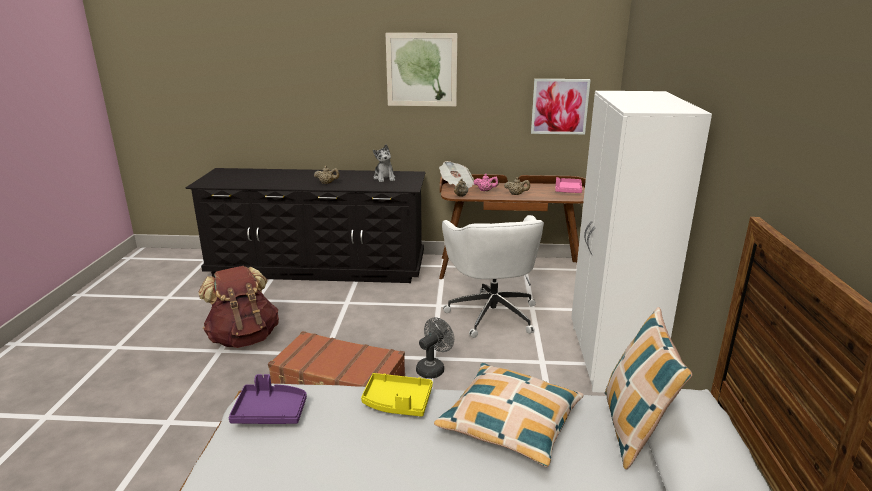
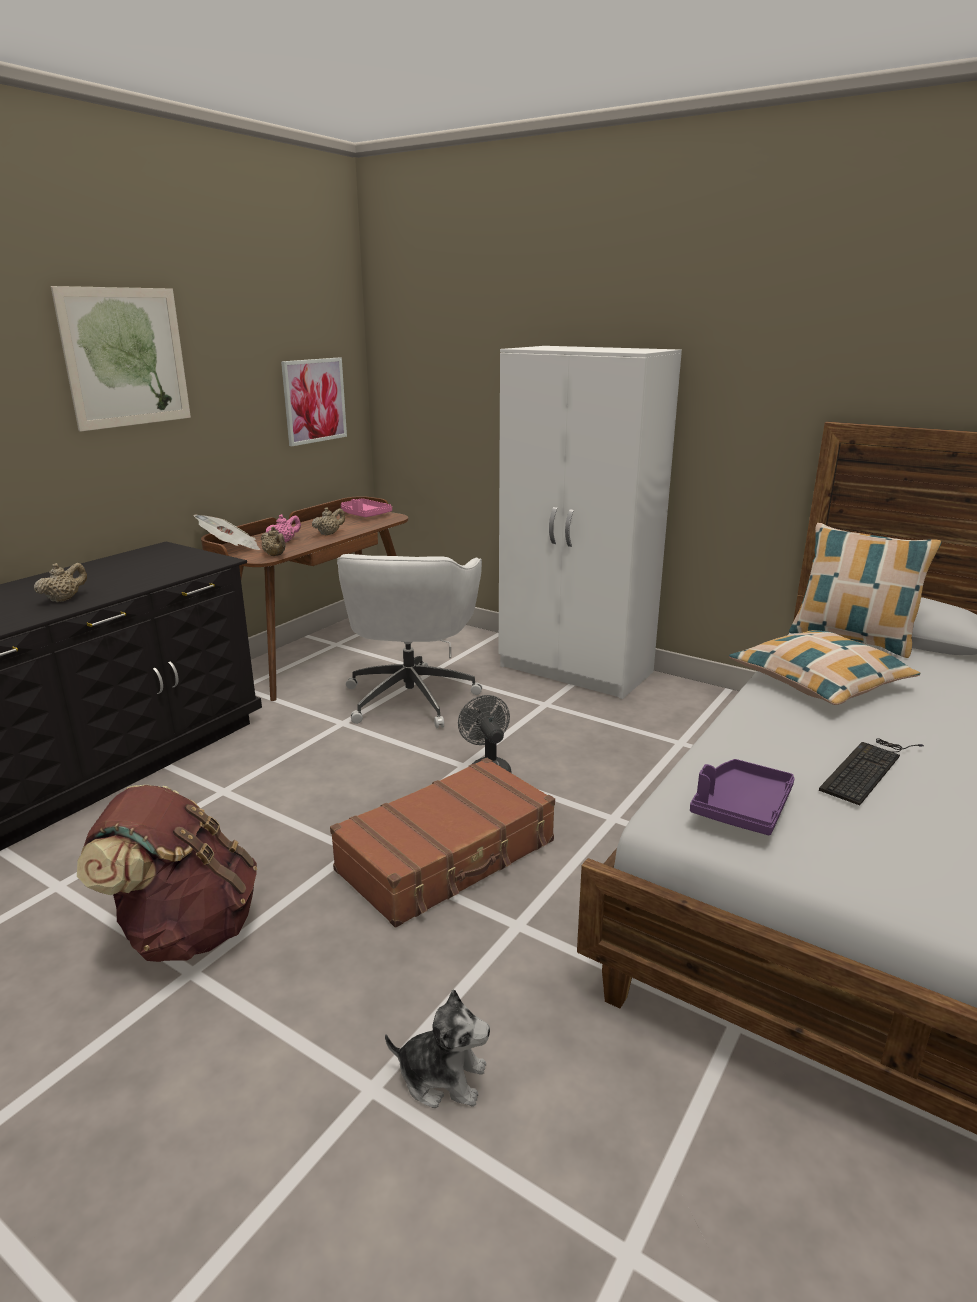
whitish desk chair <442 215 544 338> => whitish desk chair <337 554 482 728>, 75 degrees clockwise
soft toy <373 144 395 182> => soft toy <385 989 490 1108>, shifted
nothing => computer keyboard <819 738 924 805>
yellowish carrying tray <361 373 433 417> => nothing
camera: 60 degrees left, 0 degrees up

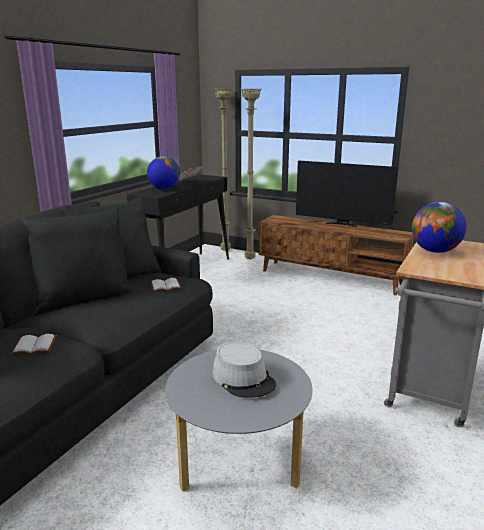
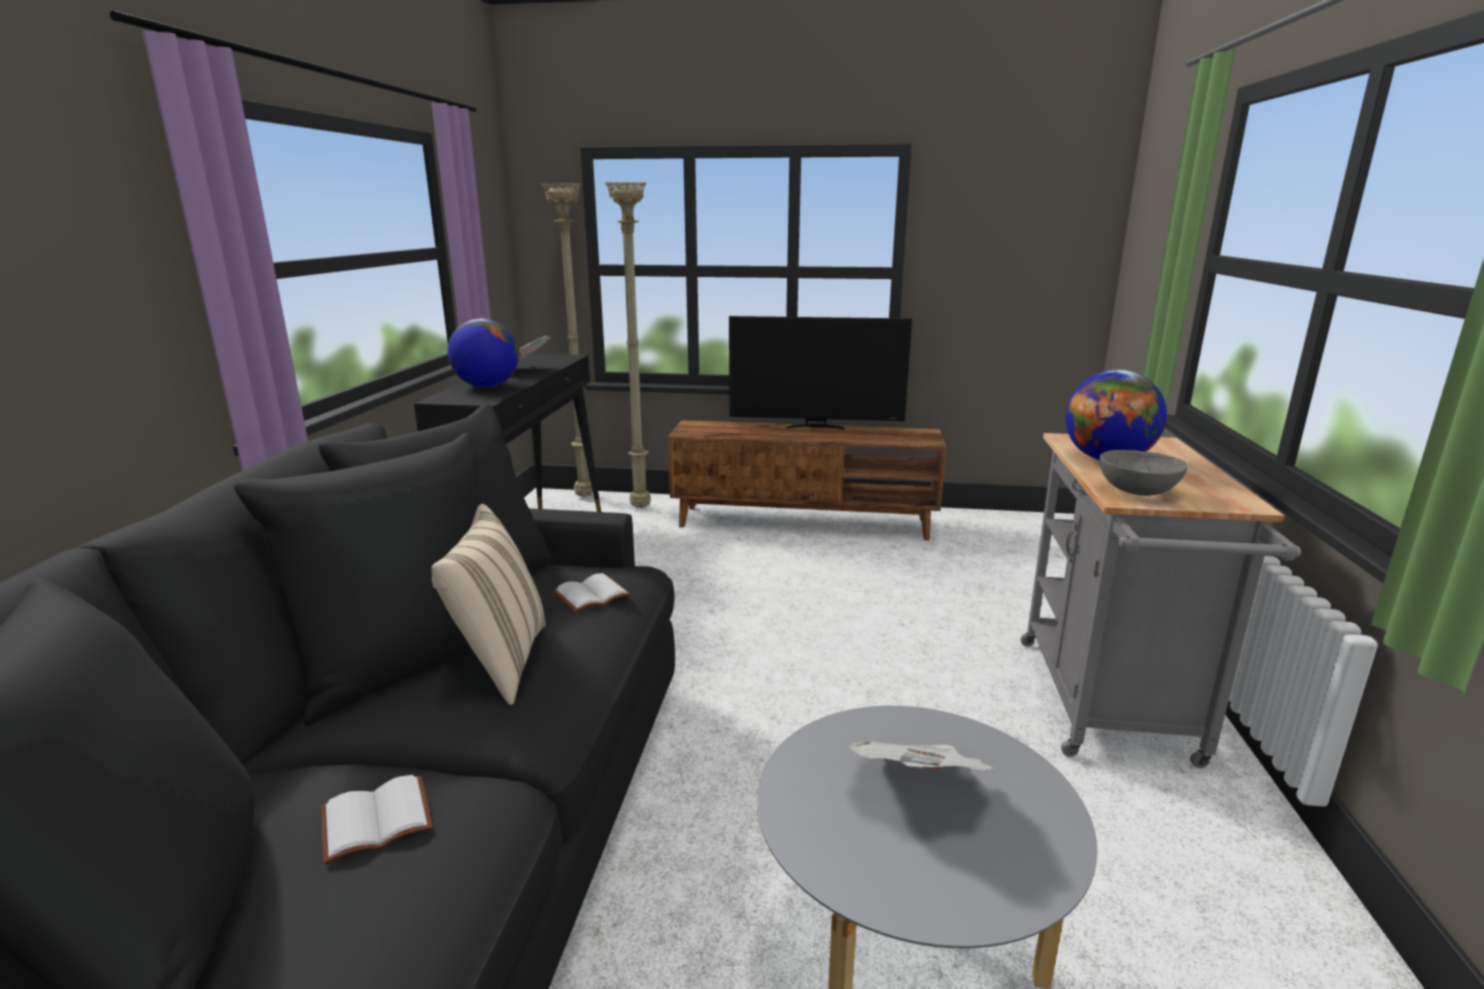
nothing => beige-coloured pillow <431 504 546 705>
gray clothing hat <213 342 276 398> => newspaper <849 741 994 771>
nothing => gray serving bowl <1099 450 1187 496>
camera: 20 degrees left, 0 degrees up

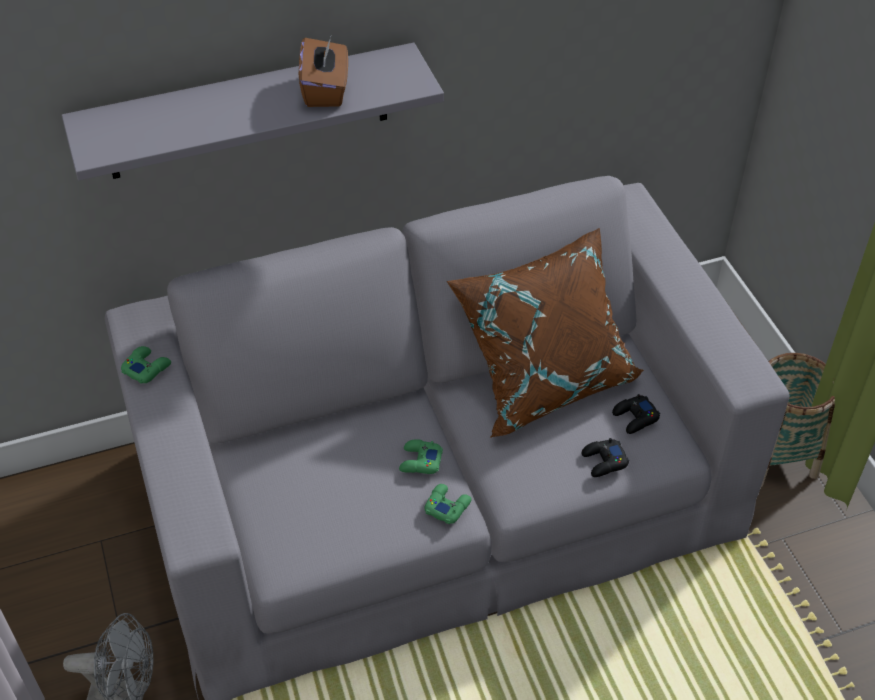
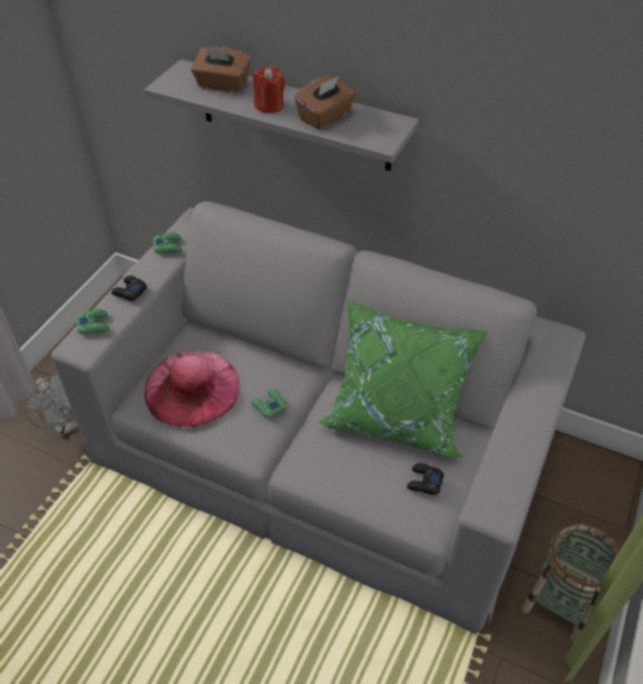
greenish joypad <424 484 472 524> => greenish joypad <76 309 110 335>, shifted
black joypad <582 438 629 477> => black joypad <111 275 147 301>, shifted
nothing => pinkish clothing hat <145 351 240 428>
nothing => brown-coloured tissue box <191 47 251 93>
nothing => red-coloured wax light <253 66 285 113>
brown-coloured pillow <447 228 644 437> => greenish pillow <319 298 487 458>
camera: 45 degrees right, 0 degrees up

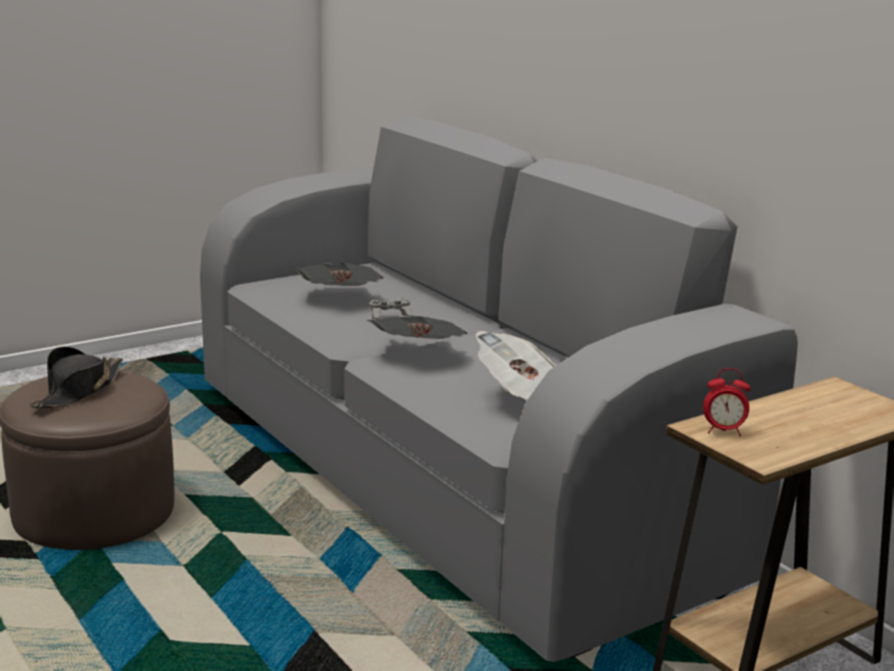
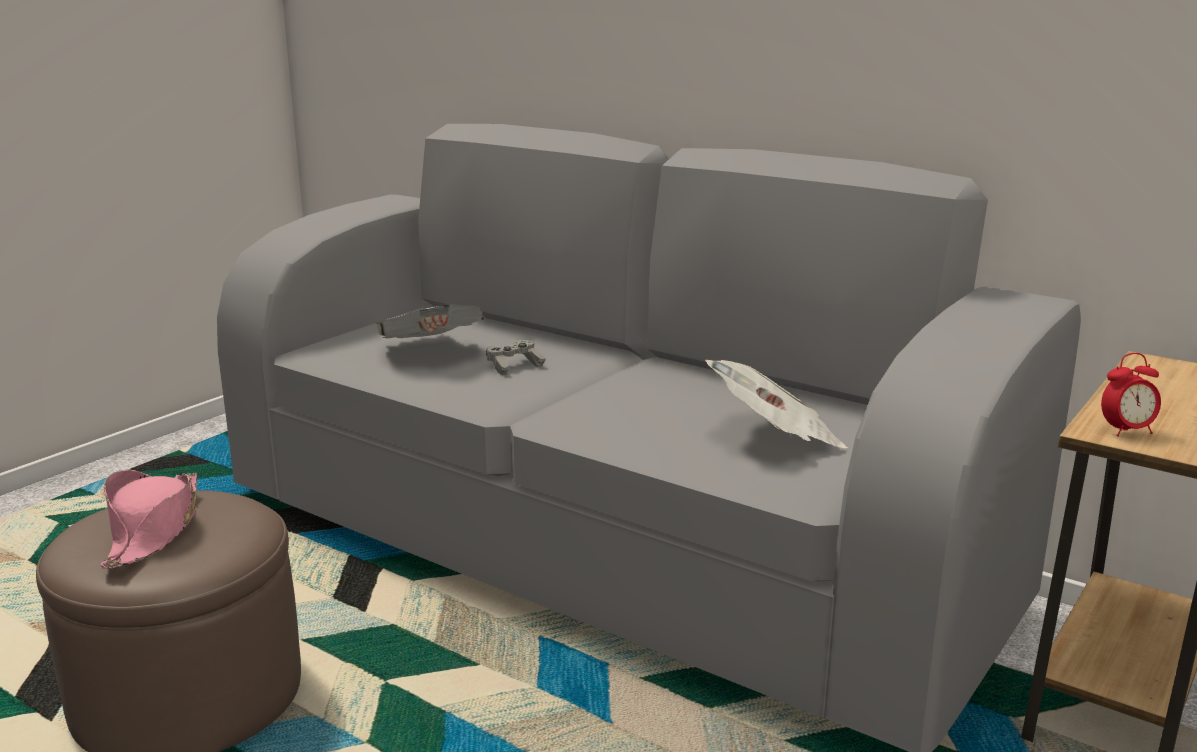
black clothing hat <29 347 123 408> => pinkish clothing hat <101 470 197 569>
newspaper <367 316 467 339> => nothing
camera: 20 degrees left, 0 degrees up

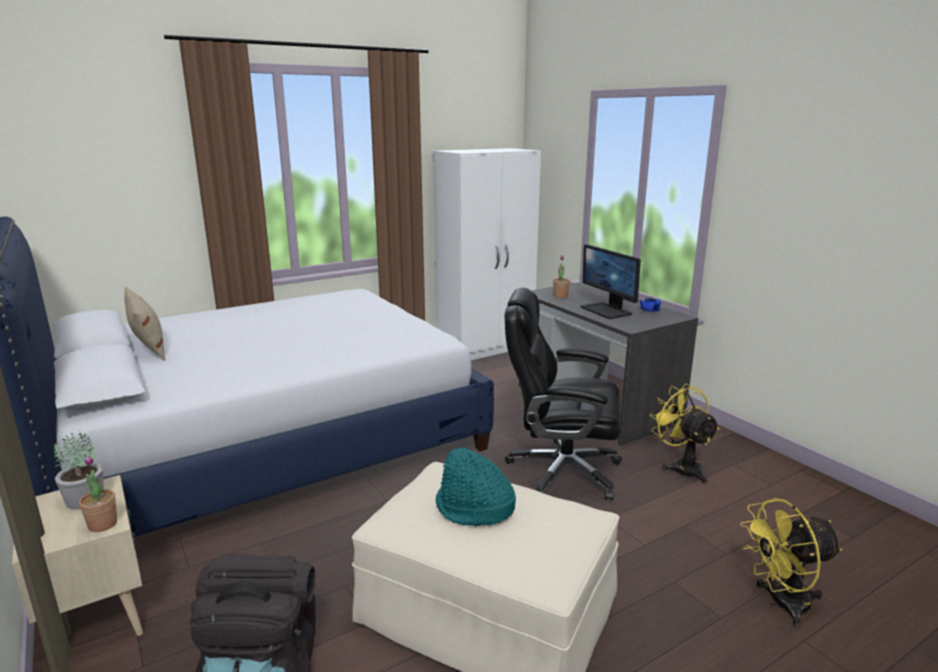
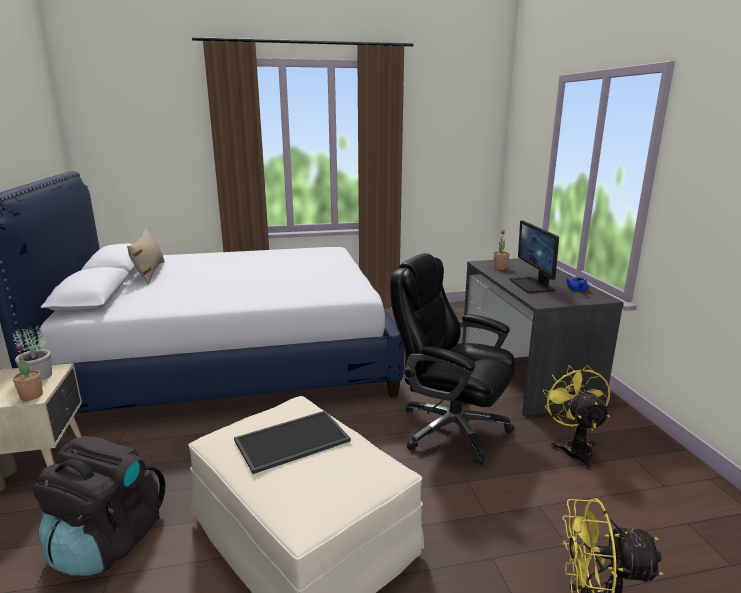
turquoise clothing hat <436 447 516 526> => carrying tray <234 411 351 474>
whitish clothes cupboard <433 148 541 360> => nothing
camera: 20 degrees right, 0 degrees up

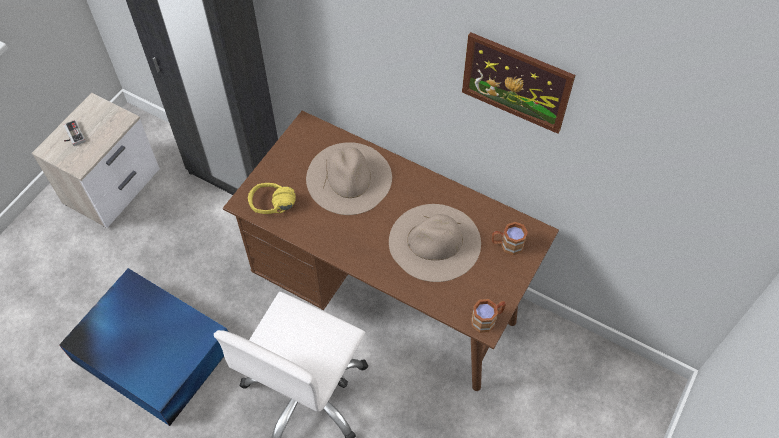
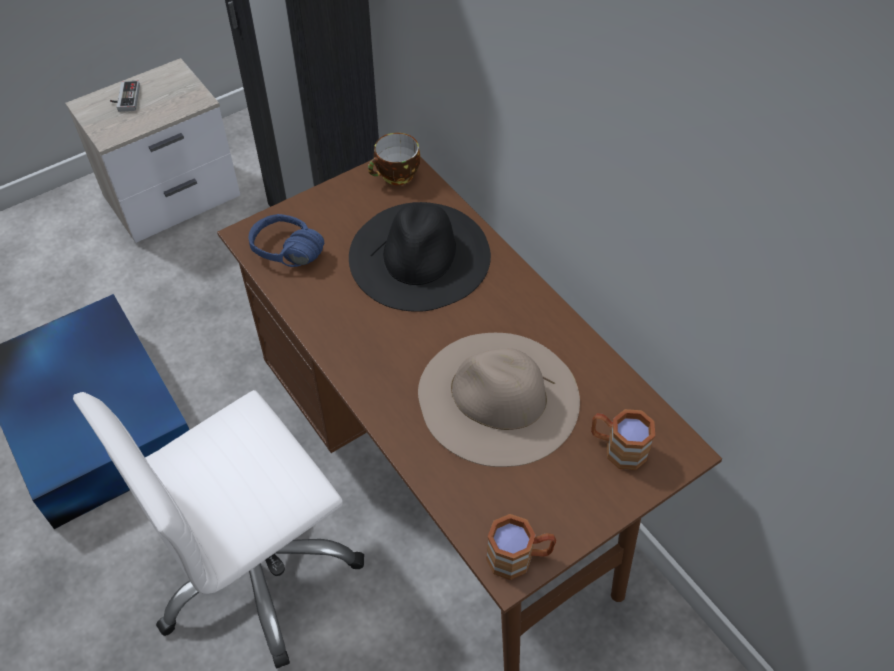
yellowish pair of headphones <248 183 296 214> => bluish pair of headphones <249 214 324 267>
beige-coloured clothing hat <306 142 392 215> => black clothing hat <349 202 491 312>
nothing => cup <368 133 420 185>
wall art <462 32 575 134> => nothing
camera: 25 degrees right, 5 degrees down

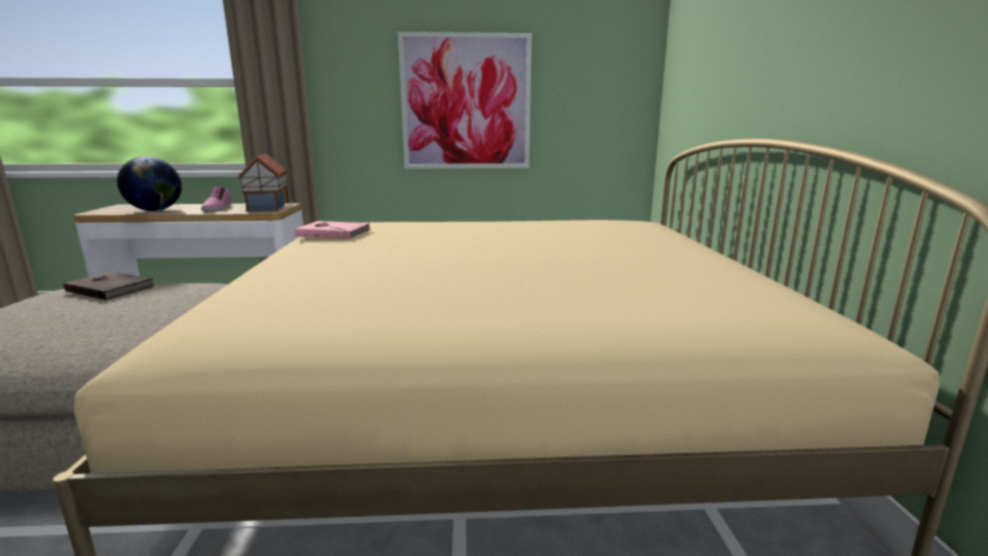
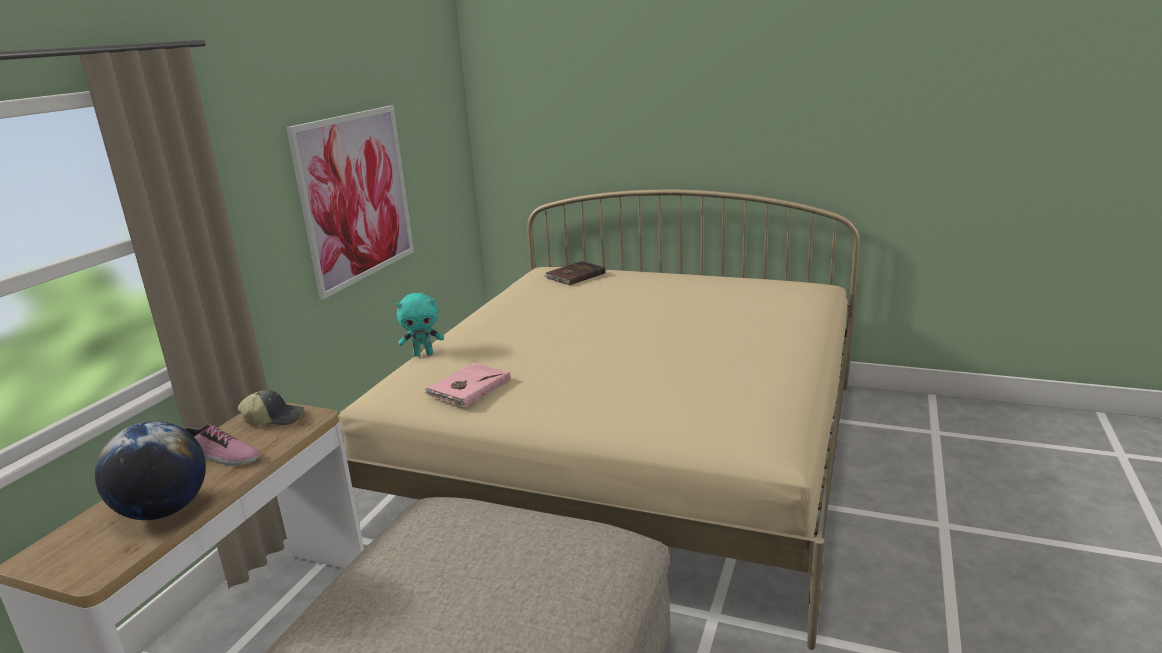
miniature house <237 154 289 212> => baseball cap <238 390 304 425>
nothing => turquoise soft toy <396 293 444 356>
brown-coloured book <64 271 154 300> => brown-coloured book <544 261 605 285>, shifted
camera: 65 degrees left, 5 degrees up

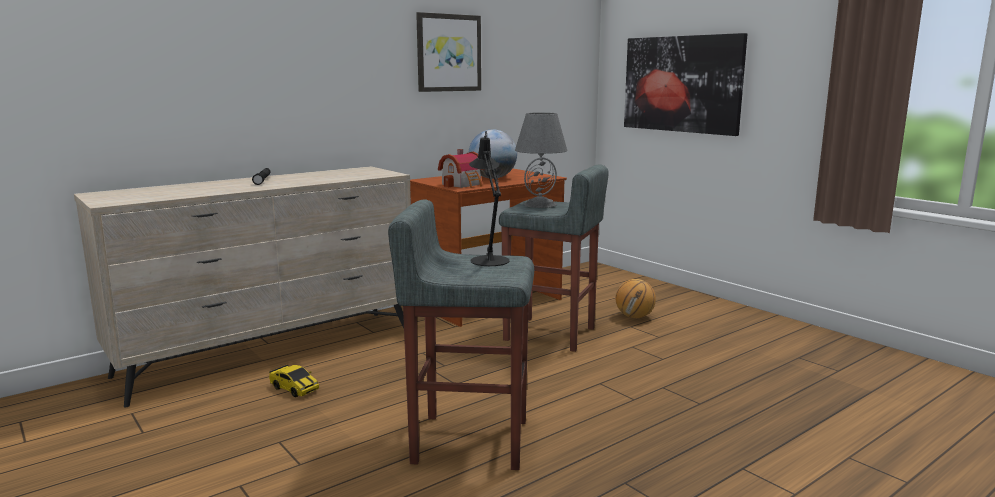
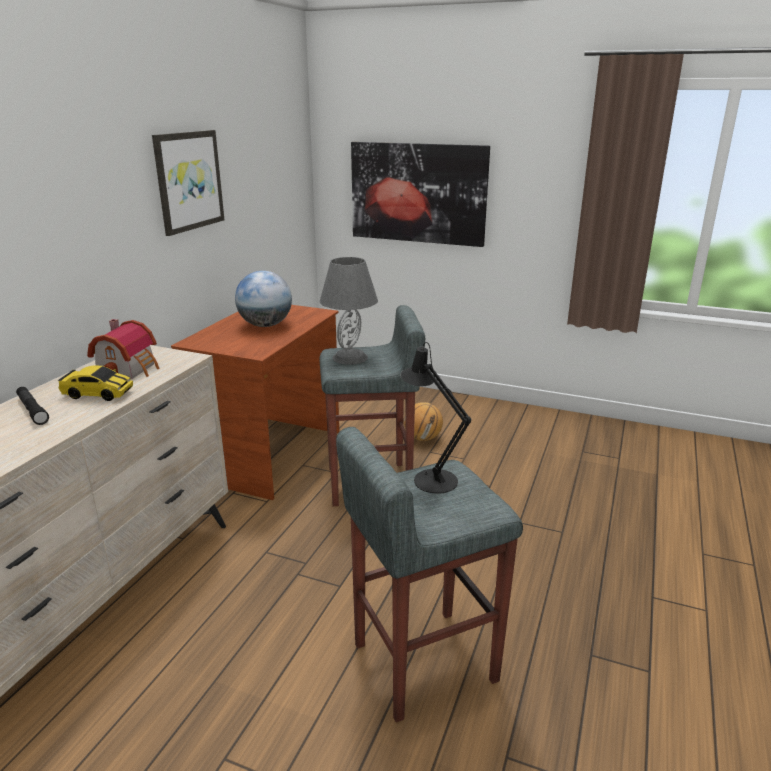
toy car <269 365 319 397> => toy car <58 366 133 401>, shifted
miniature house <438 149 485 188> => miniature house <87 319 160 379>, shifted
camera: 30 degrees left, 10 degrees up

